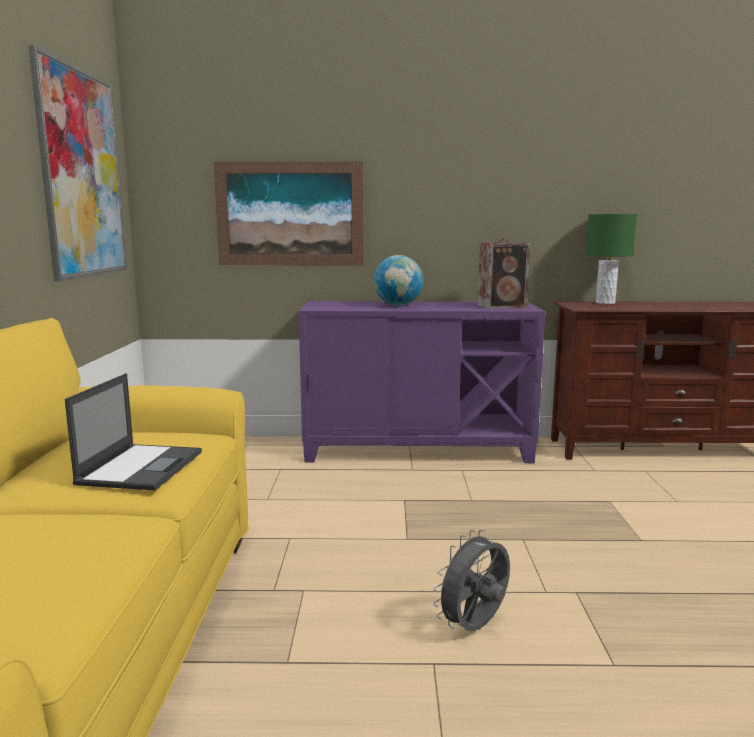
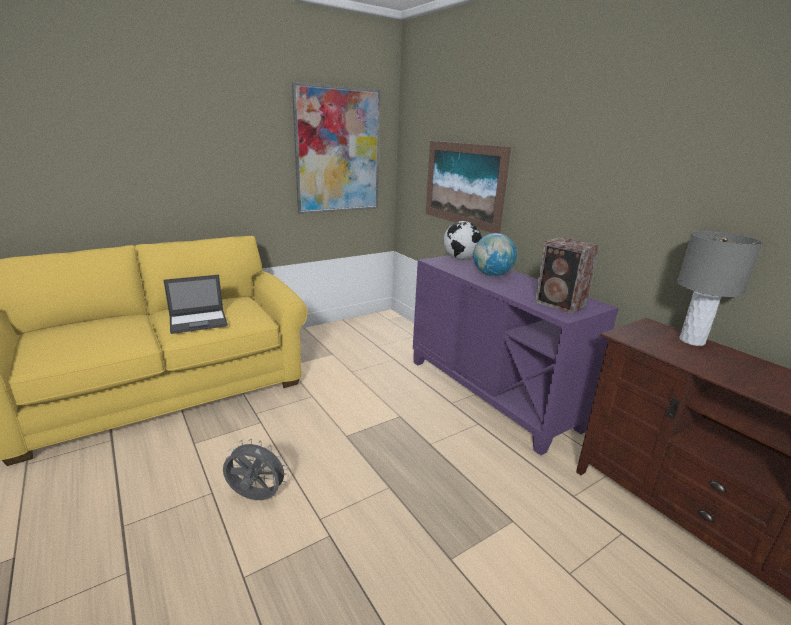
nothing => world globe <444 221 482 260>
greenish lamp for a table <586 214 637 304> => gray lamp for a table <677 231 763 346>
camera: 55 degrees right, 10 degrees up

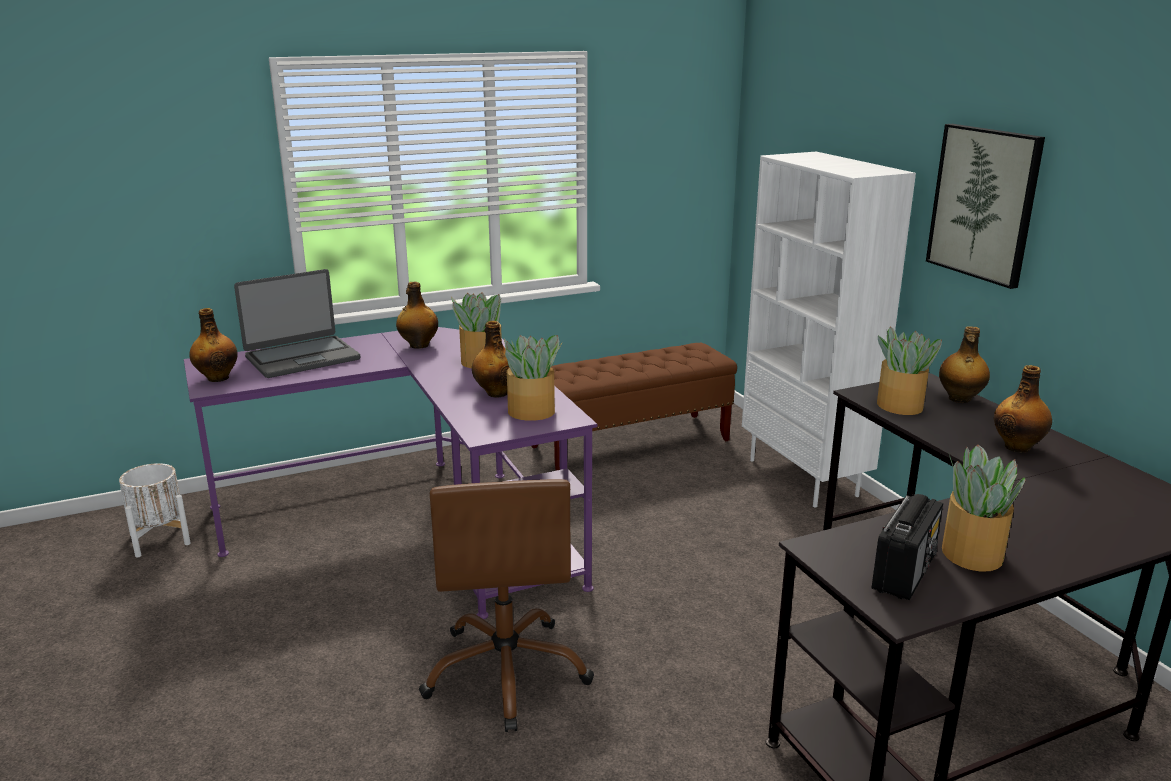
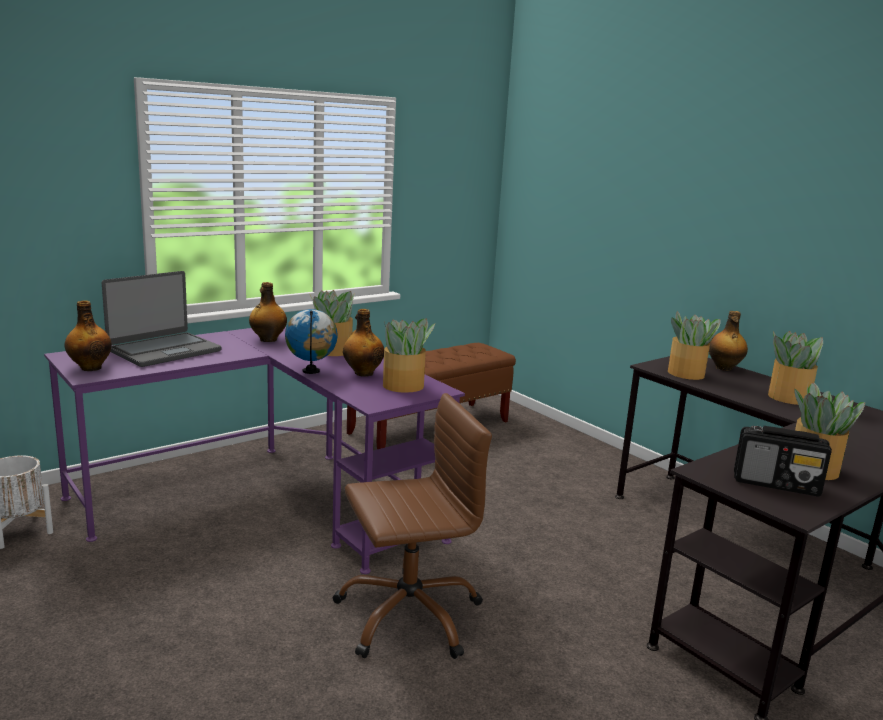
nothing => world globe <285 309 338 374>
brown-coloured desk chair <419 479 594 732> => brown-coloured desk chair <333 393 492 659>, 90 degrees counterclockwise
radio receiver <872 494 943 600> => radio receiver <734 426 832 496>, 90 degrees clockwise
drink bottle <994 365 1052 453> => potted plant <768 331 824 405>
whitish bookcase <742 152 916 508> => nothing
wall art <926 124 1045 289> => nothing
camera: 15 degrees left, 5 degrees down

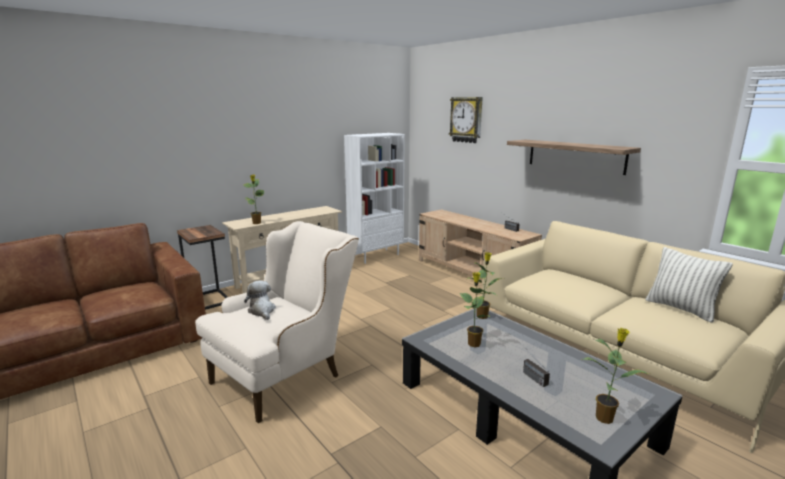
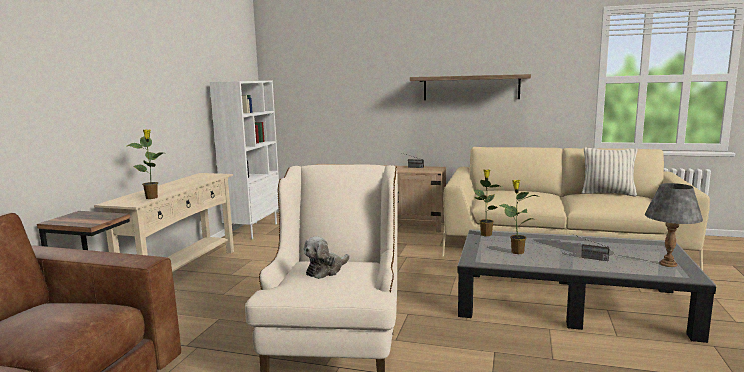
soft toy <244 280 276 320> => soft toy <304 237 350 279>, 75 degrees counterclockwise
potted plant <583 328 650 424> => gray lamp for a table <645 183 703 267>
clock on the wall <449 97 483 143> => nothing
camera: 35 degrees left, 5 degrees down

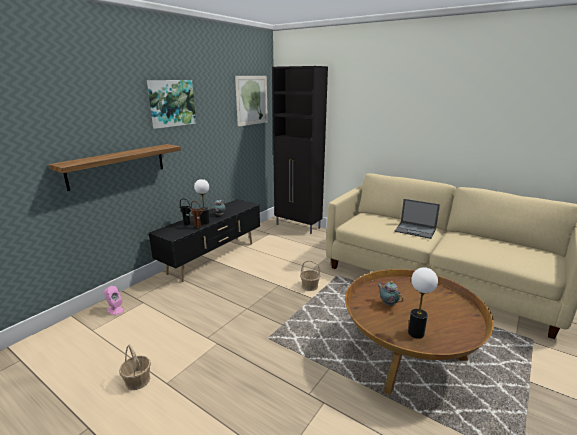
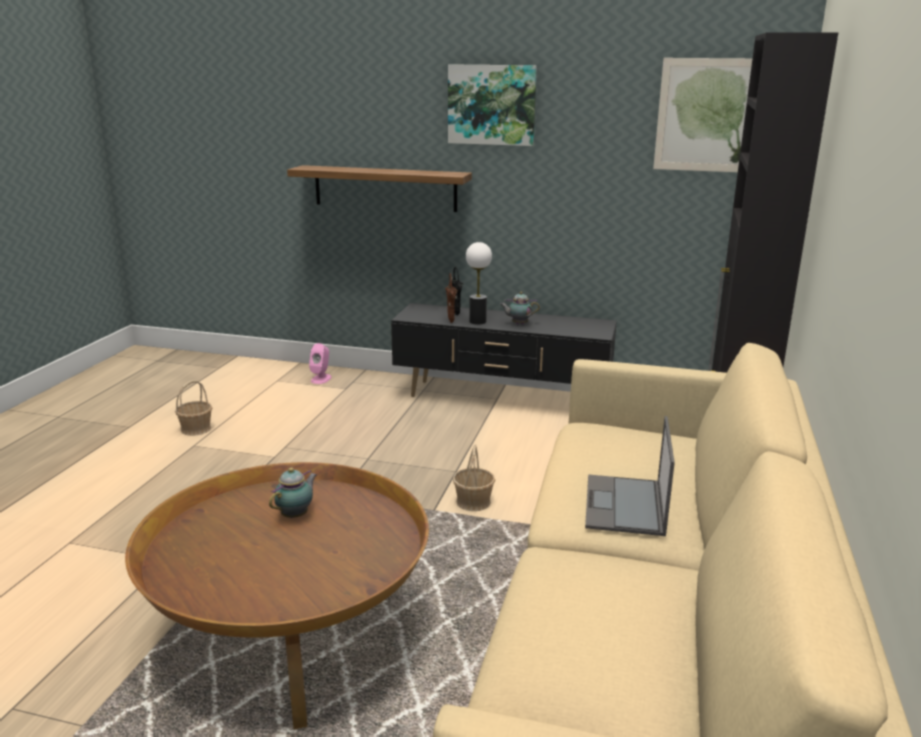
lamp for a table <408 267 438 339> => nothing
camera: 70 degrees right, 0 degrees up

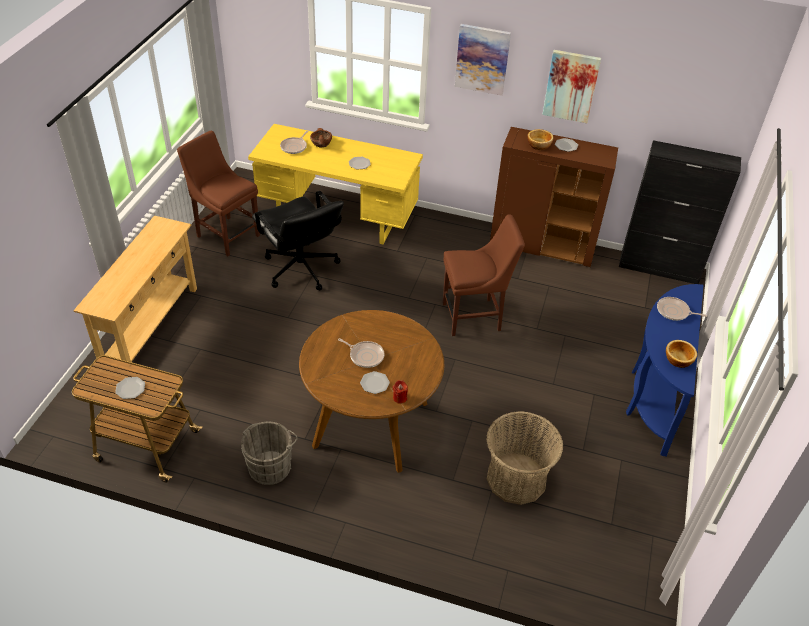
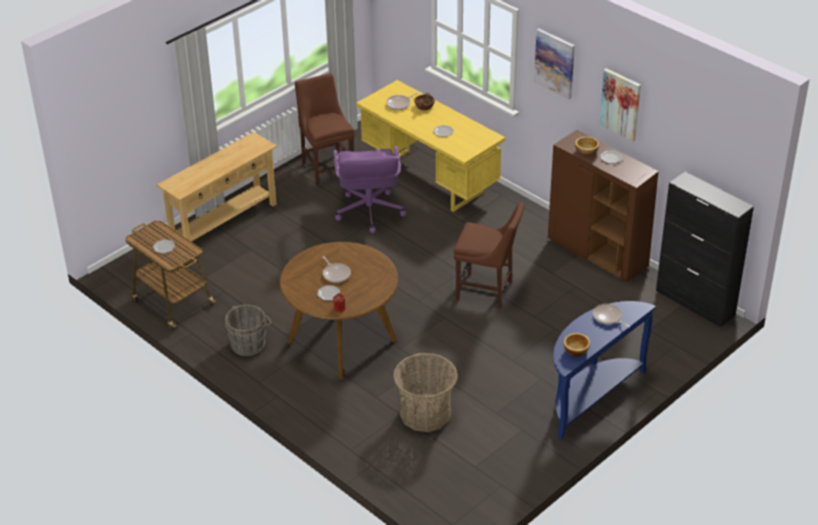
black desk chair <252 191 344 291> => purple-coloured desk chair <334 146 406 233>
camera: 30 degrees right, 5 degrees down

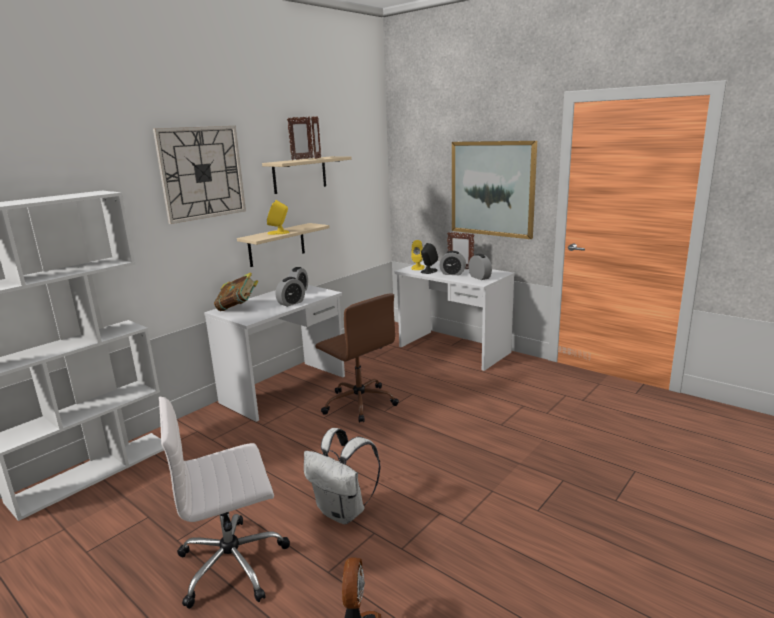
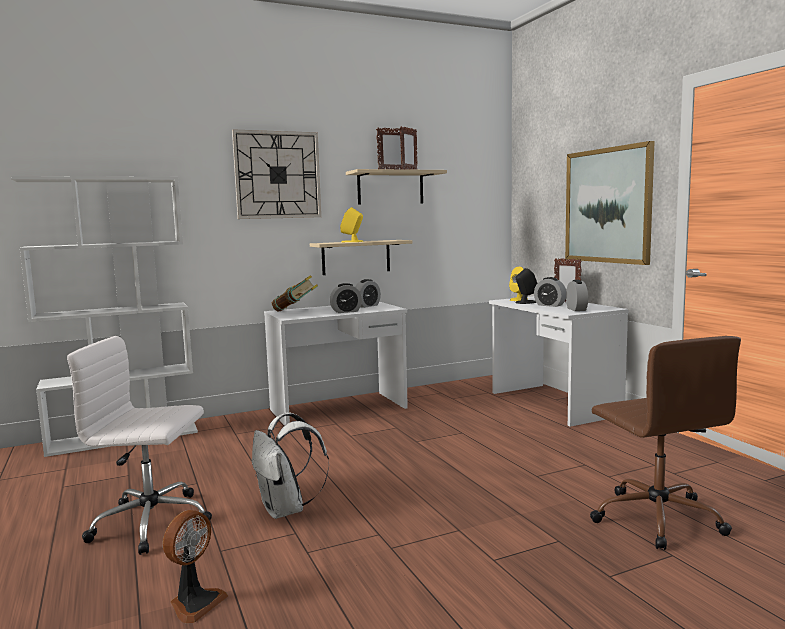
brown-coloured desk chair <315 293 399 423> => brown-coloured desk chair <590 336 741 550>, shifted
camera: 25 degrees right, 10 degrees down

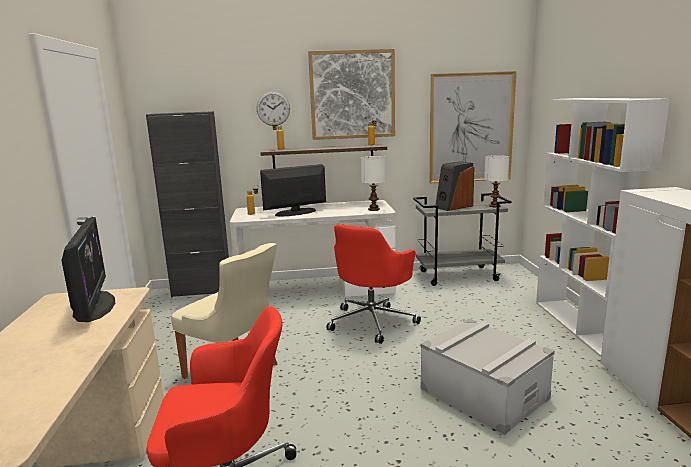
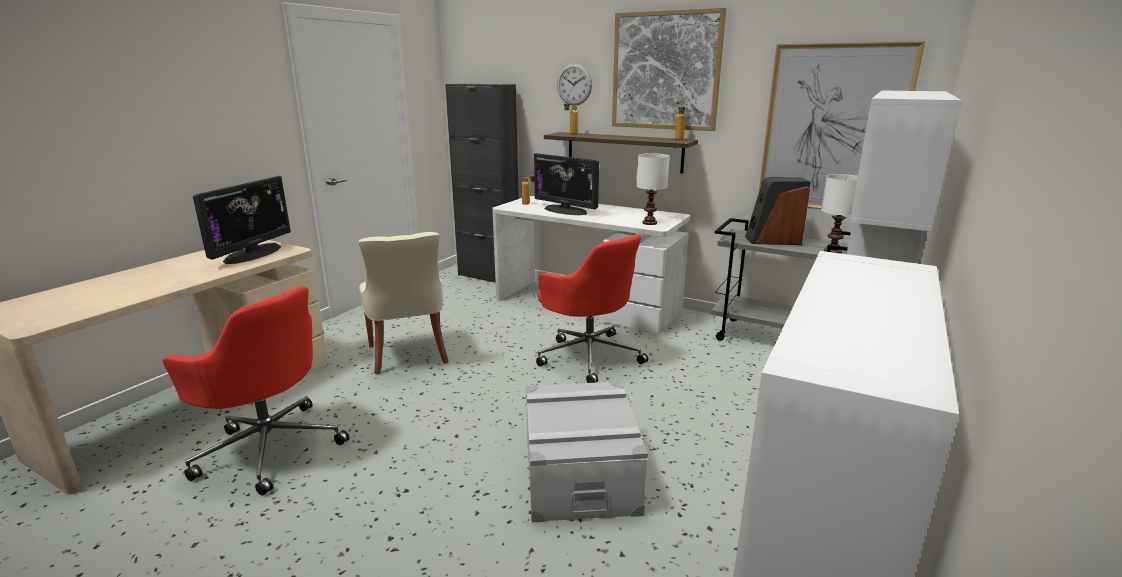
monitor <260 164 326 217> => monitor <534 153 599 215>, 150 degrees counterclockwise
red-coloured desk chair <326 224 421 344> => red-coloured desk chair <536 234 648 383>, 105 degrees counterclockwise
camera: 35 degrees right, 5 degrees up

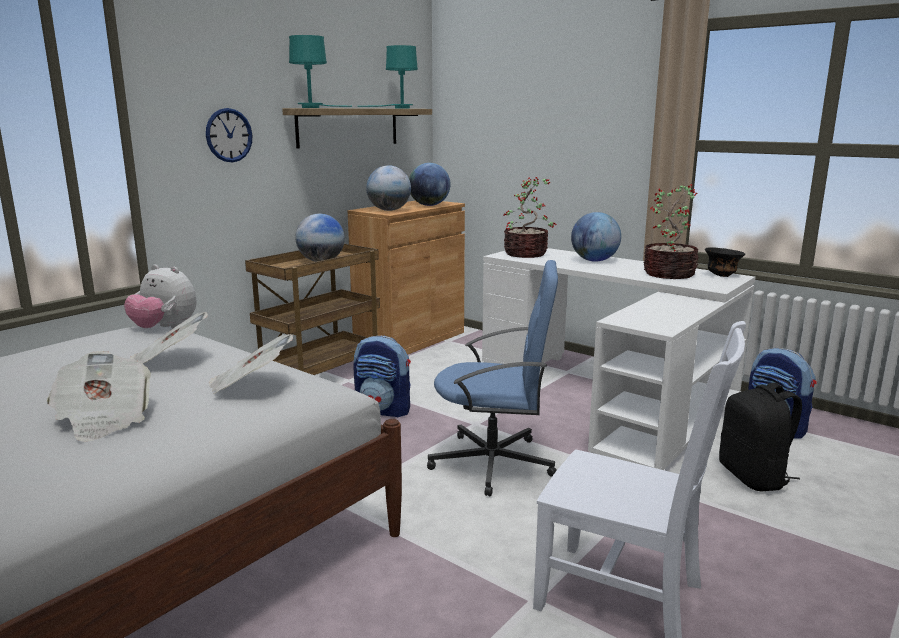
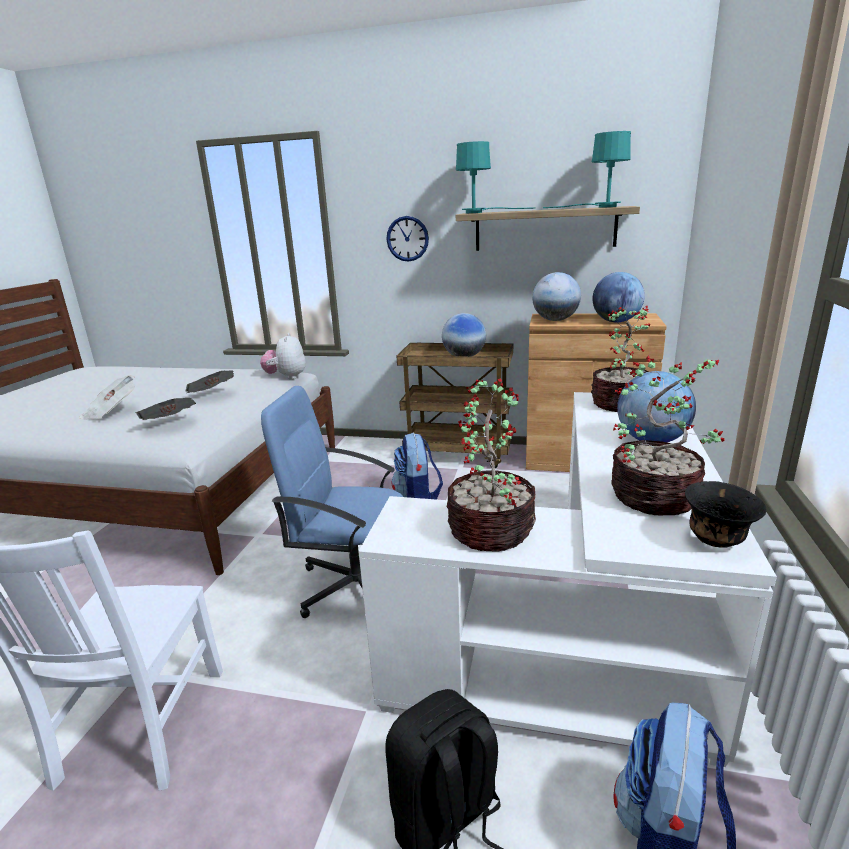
bluish desk chair <427 260 558 496> => bluish desk chair <261 386 404 618>, 120 degrees clockwise
nothing => potted plant <447 378 536 552>
camera: 65 degrees right, 5 degrees up

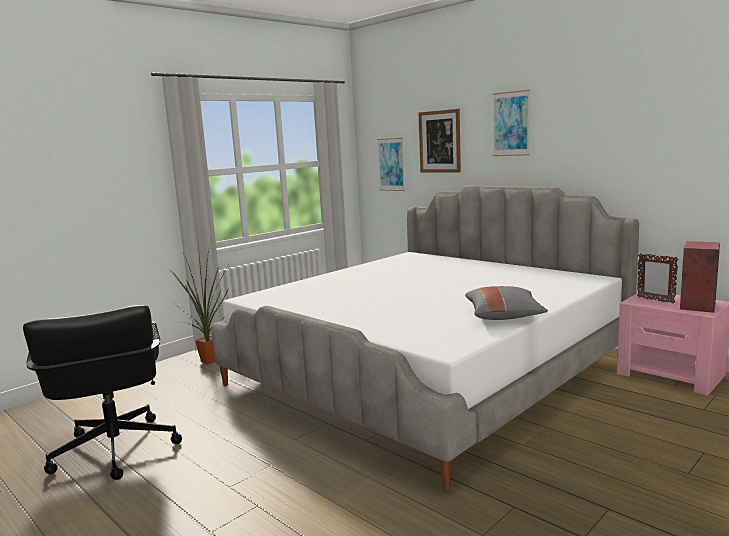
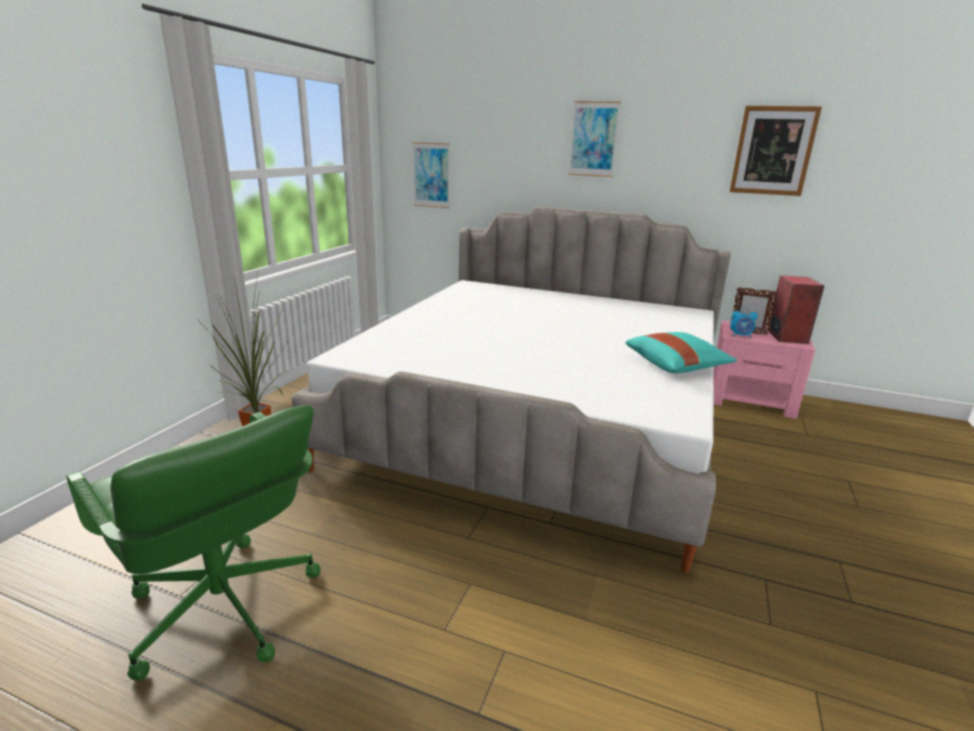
black desk chair <23 305 182 480> => greenish desk chair <66 405 321 681>
gray pillow <465 286 548 320> => turquoise pillow <626 332 737 373>
wall art <418 109 461 172> => wall art <729 106 822 196>, shifted
nothing => bedside clock <730 307 758 338>
camera: 25 degrees left, 10 degrees up

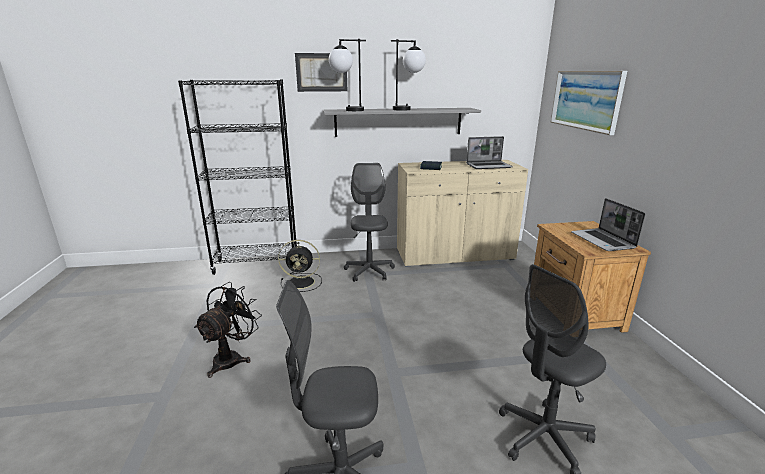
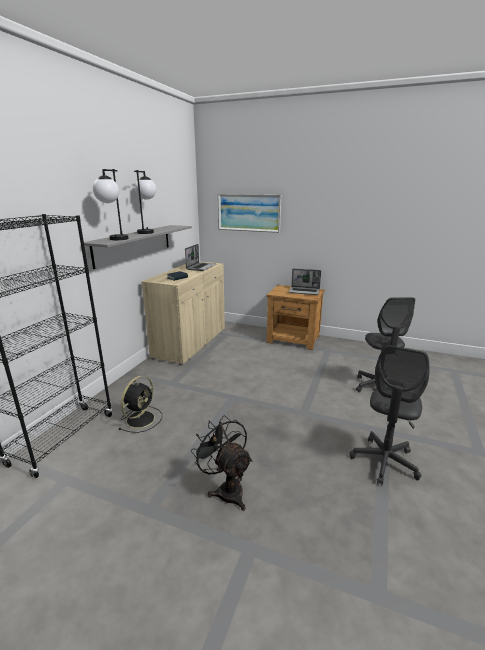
wall art <295 53 347 92> => nothing
gray desk chair <344 163 395 282> => nothing
camera: 60 degrees left, 0 degrees up

